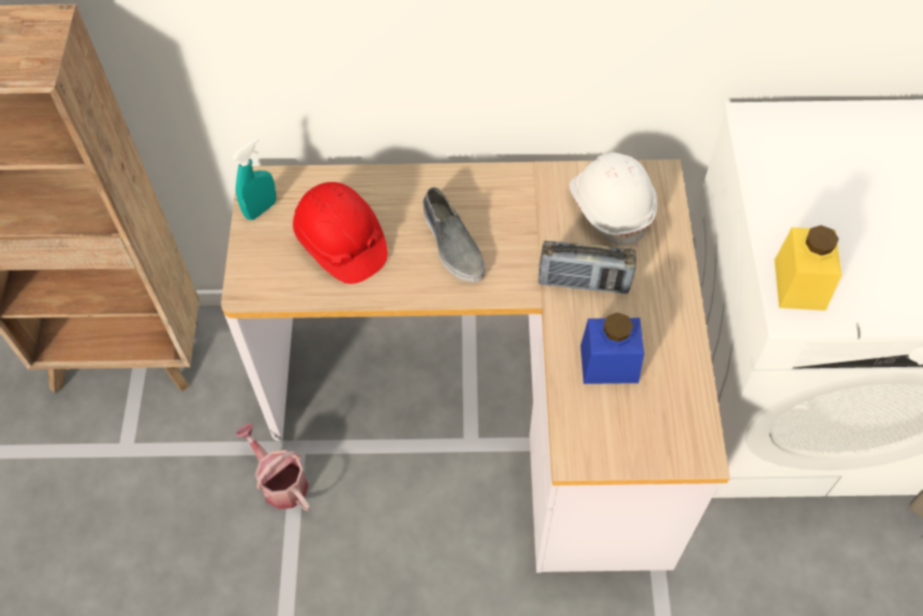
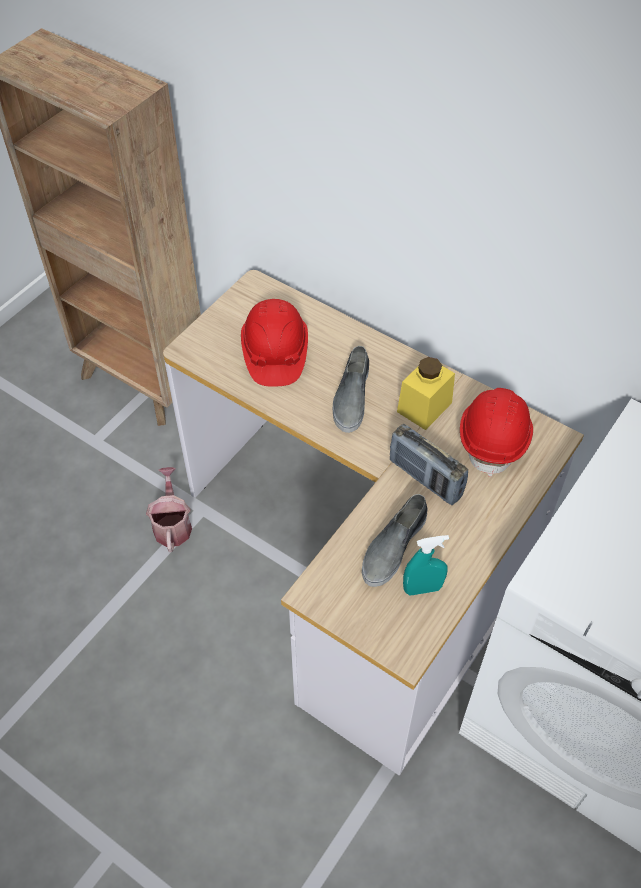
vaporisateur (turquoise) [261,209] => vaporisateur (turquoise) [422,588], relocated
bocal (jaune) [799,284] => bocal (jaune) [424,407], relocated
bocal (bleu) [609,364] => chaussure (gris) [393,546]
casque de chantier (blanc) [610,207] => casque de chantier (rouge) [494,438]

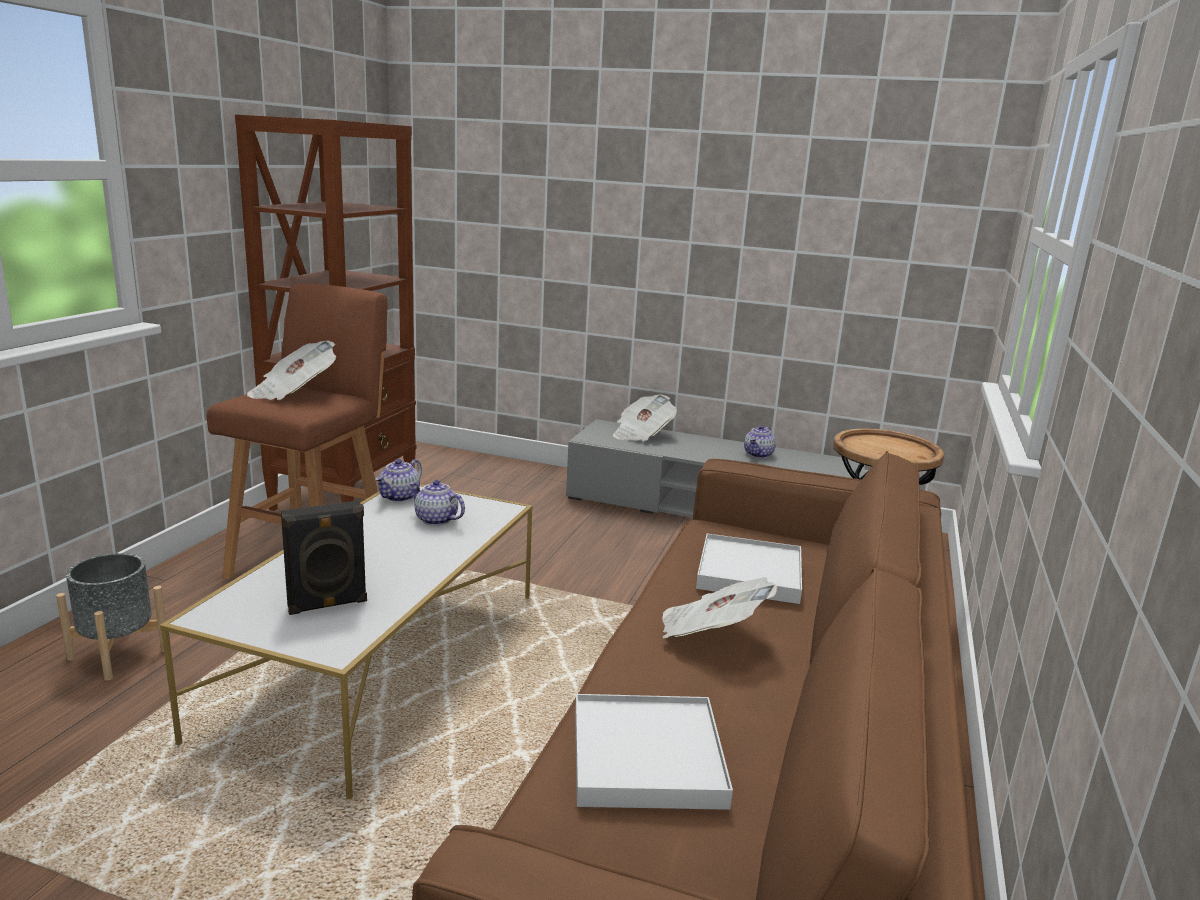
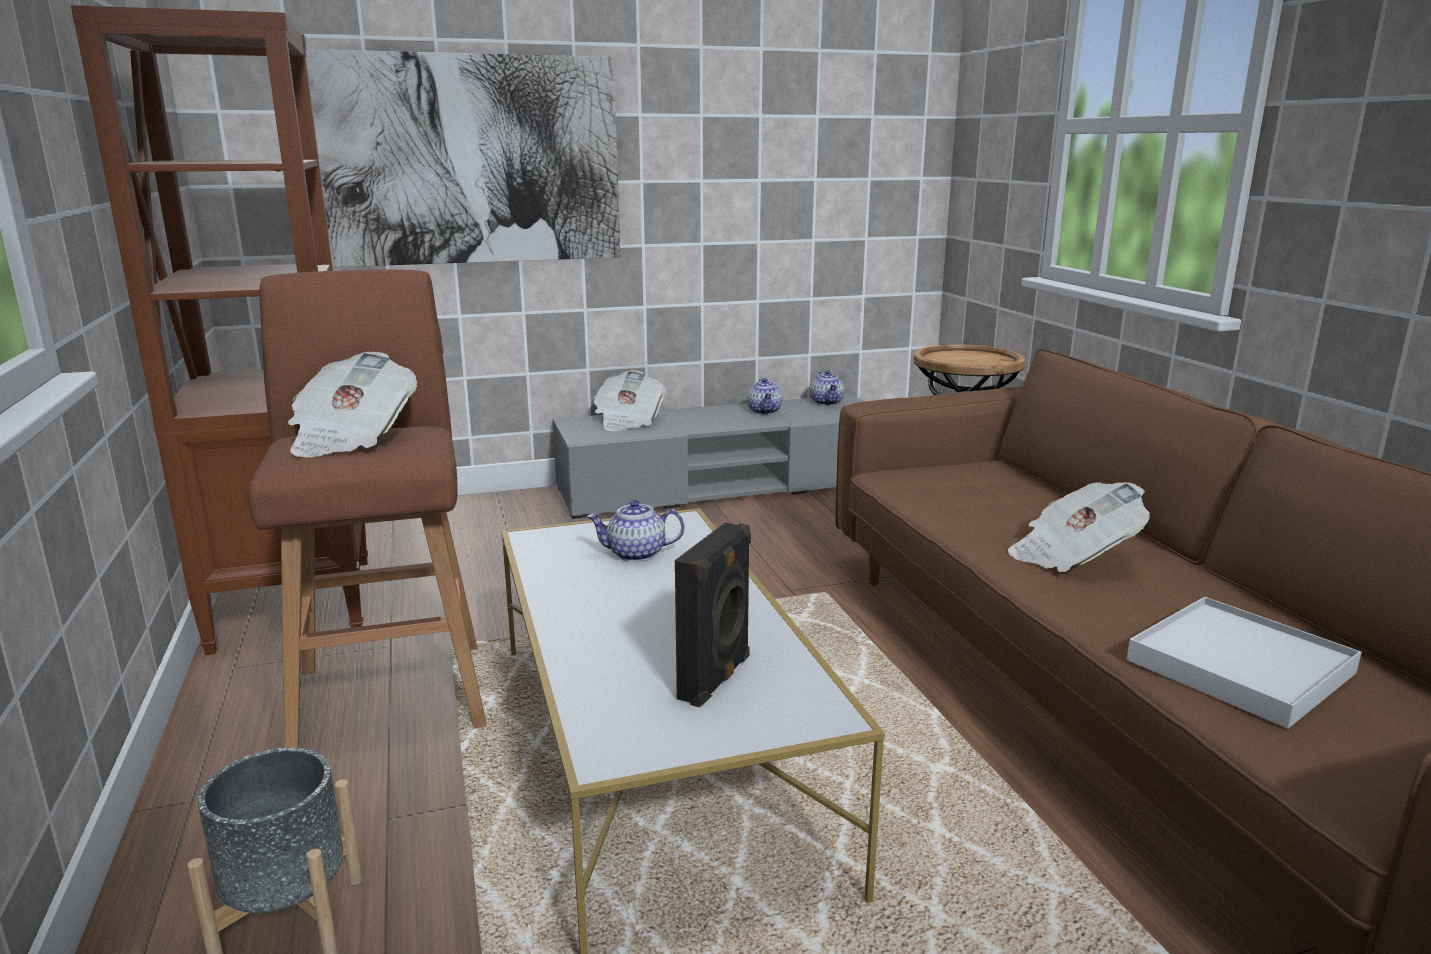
plateau (blanc) [749,573] => nothing
nothing => tableau [469,161]
théière [399,497] => théière [827,402], relocated

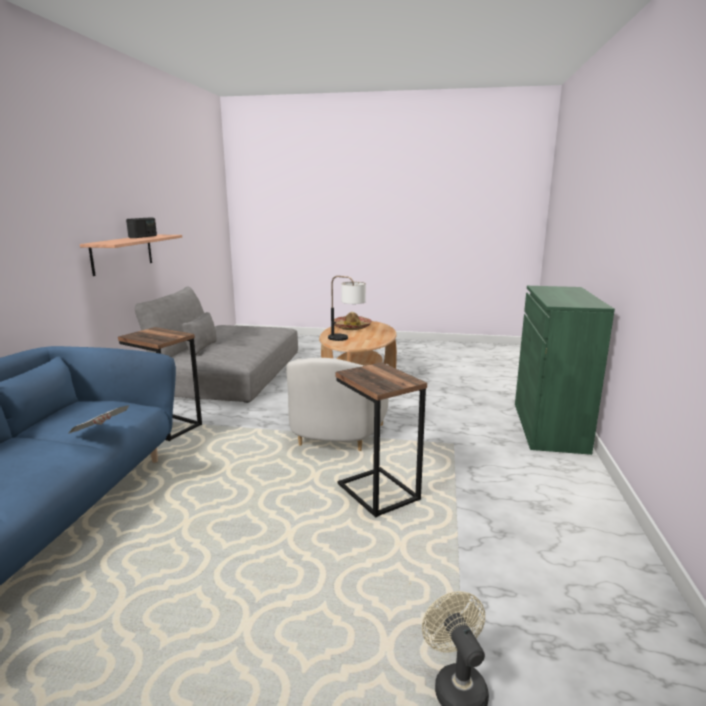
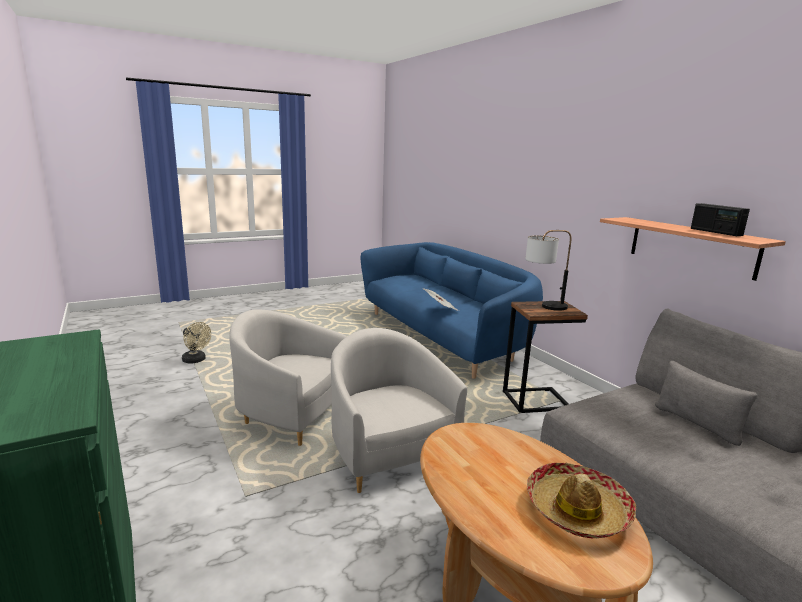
lampe de table [346,339] => lampe de table [543,307], relocated
table d'appoint [377,492] => fauteuil (blanc) [290,414]

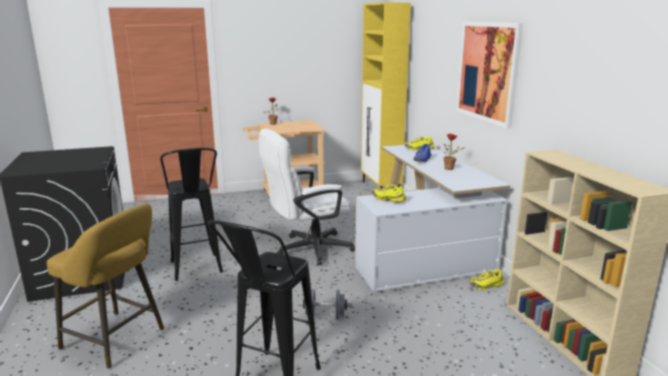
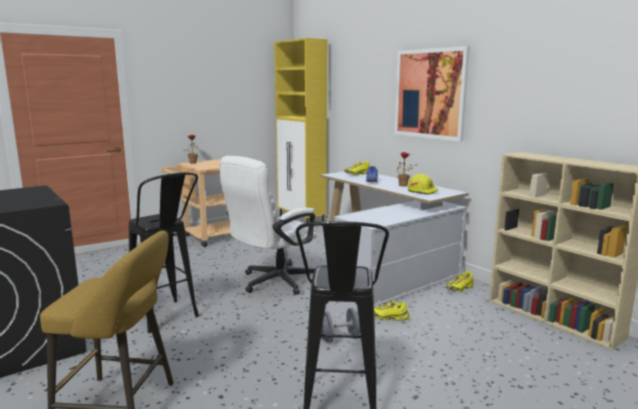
nothing => casque de chantier (jaune) [422,191]
chaussure (jaune) [388,199] => chaussure (jaune) [389,317], relocated

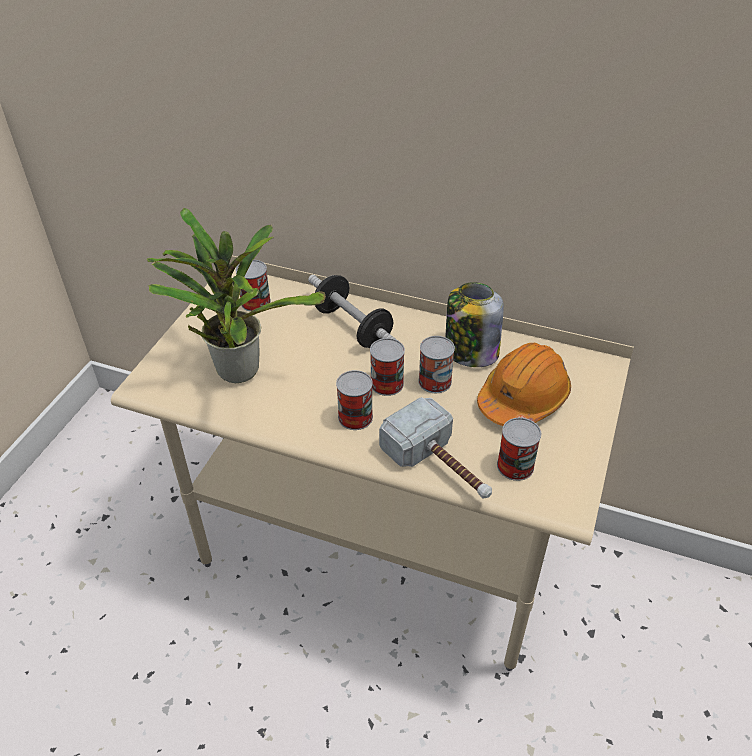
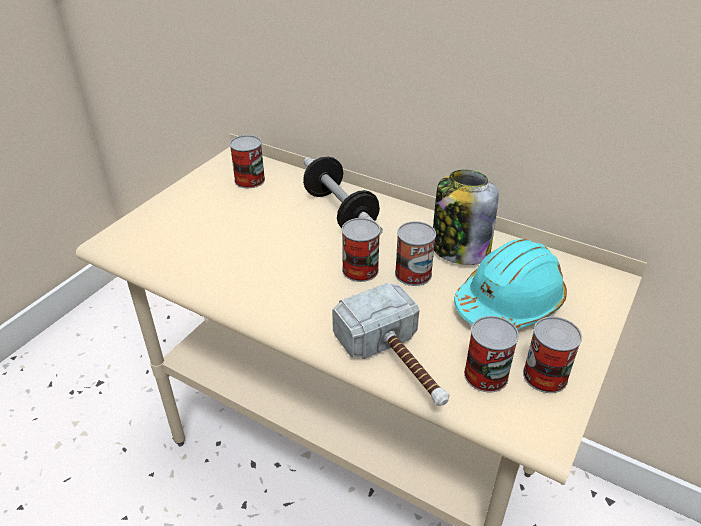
plante en pot [237,367] => nothing
boîte métallique [355,417] => boîte métallique [545,376], relocated
casque de chantier (orange) [523,398] => casque de chantier (turquoise) [509,303]

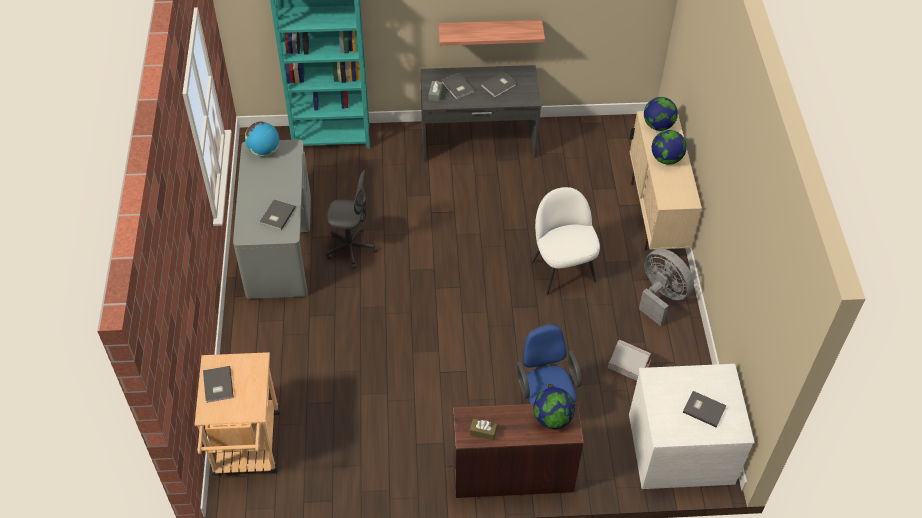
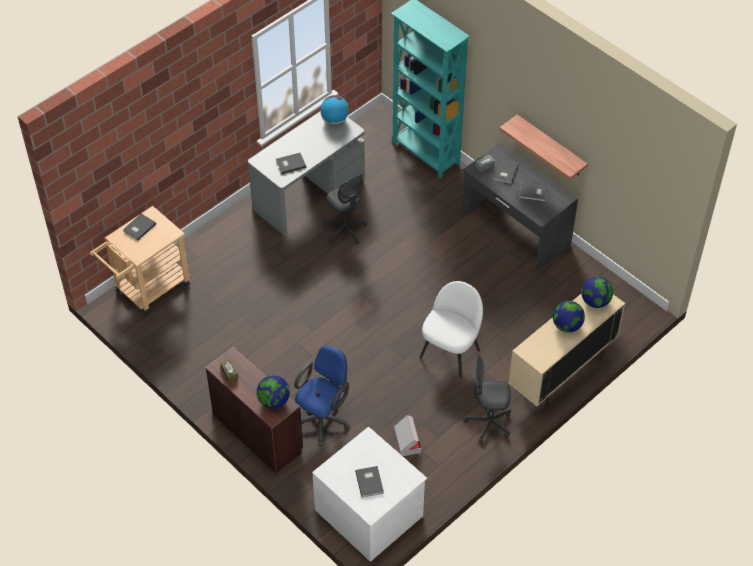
ventilateur (gris) [661,297] => chaise de bureau (gris) [488,423]

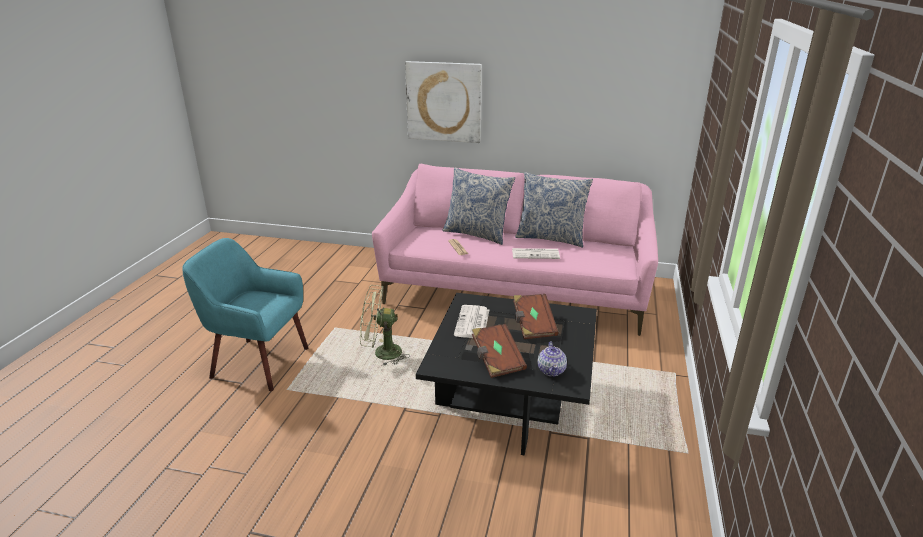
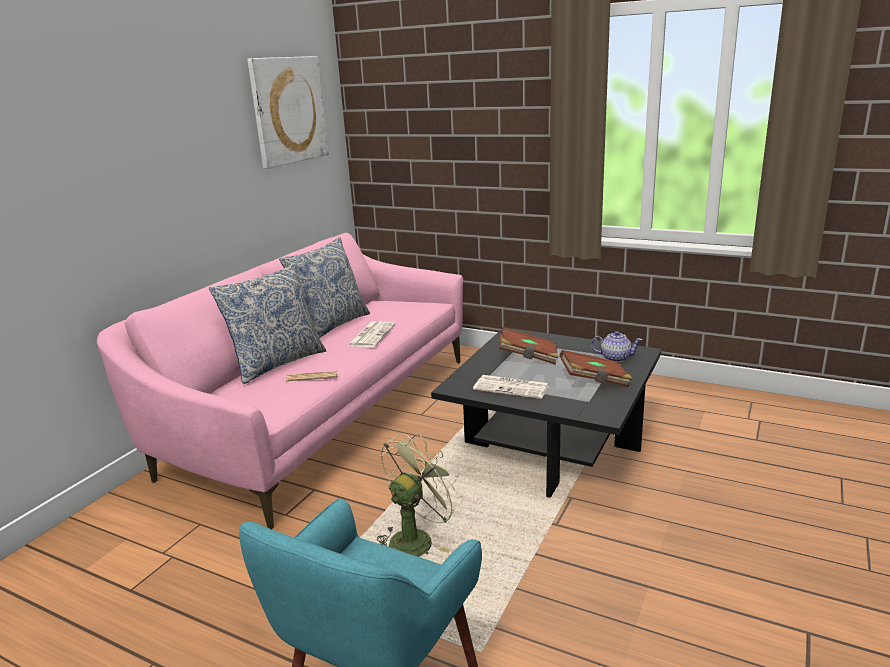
tableau [444,102] => tableau [288,110], relocated
ventilateur (vert) [381,353] => ventilateur (vert) [416,538], 150 degrees counterclockwise

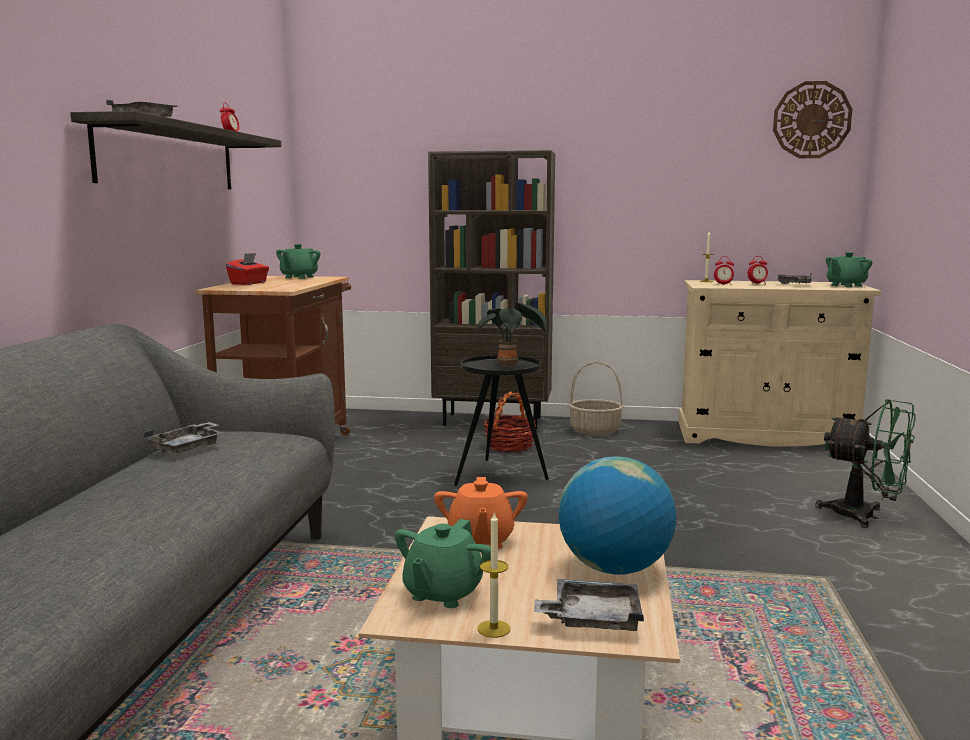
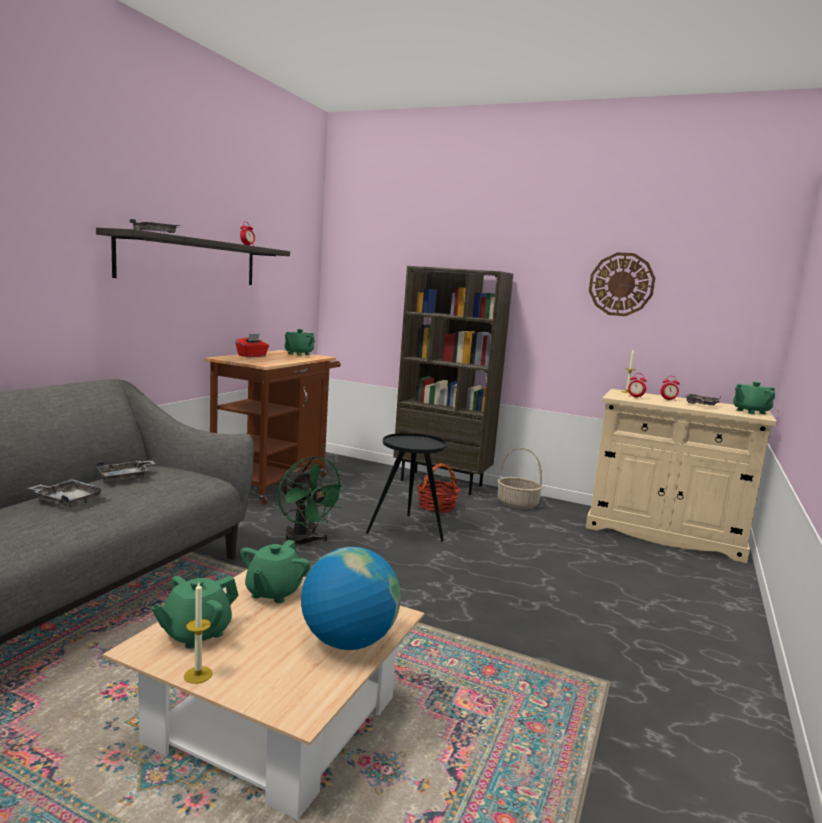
plante en pot [510,365] => nothing
plateau (gris) [592,618] => plateau (gris) [67,500], relocated
horloge murale [811,120] => horloge murale [621,284], relocated
ventilateur (vert) [865,516] => ventilateur (vert) [304,543], relocated
théière (orange) [480,540] => théière (vert) [273,592]

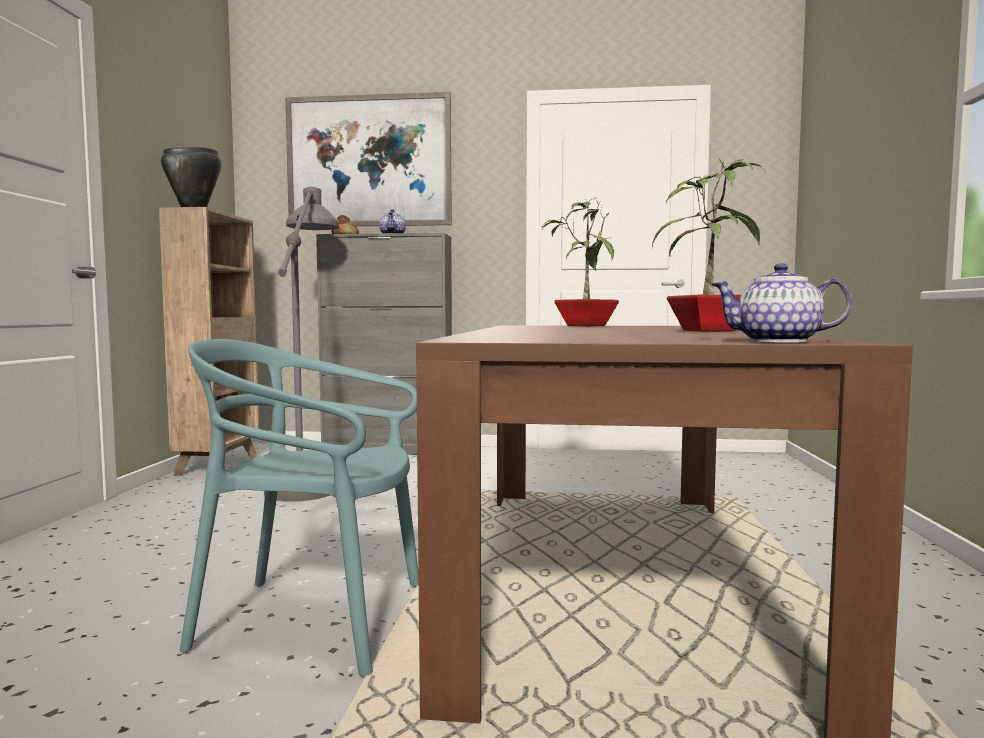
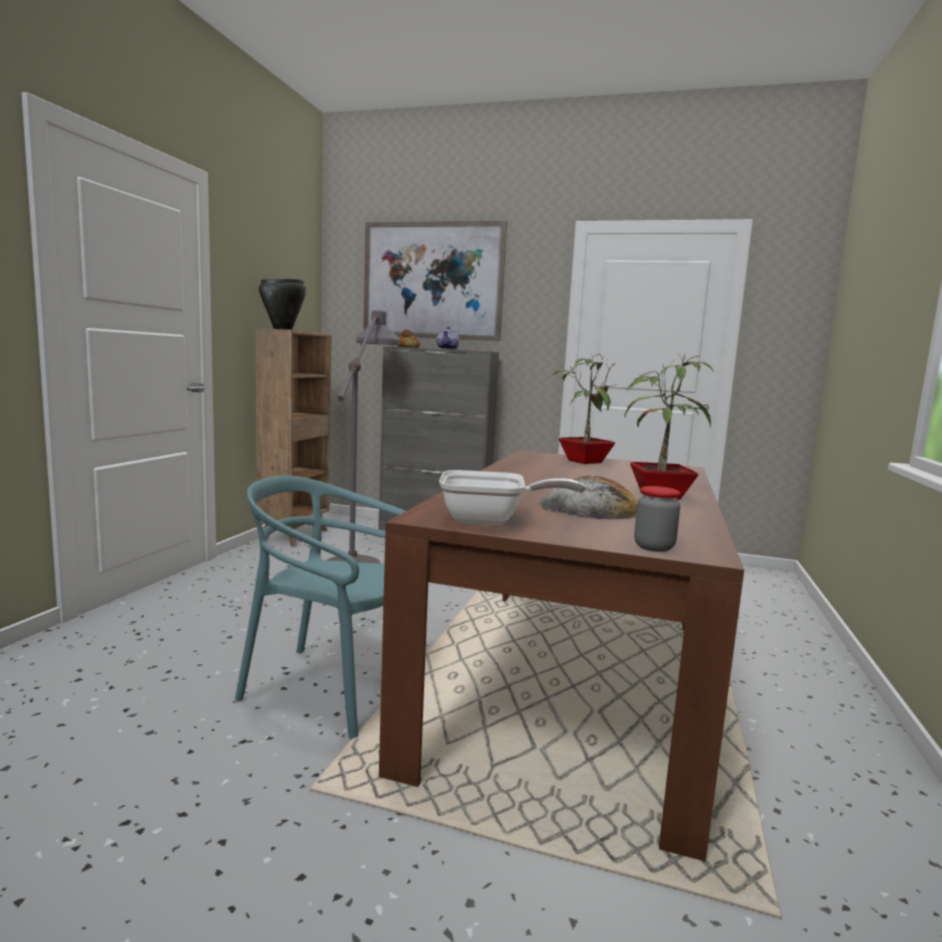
nothing => poêle [491,521]
nothing => pain [590,508]
théière [779,341] => bocal [654,547]

